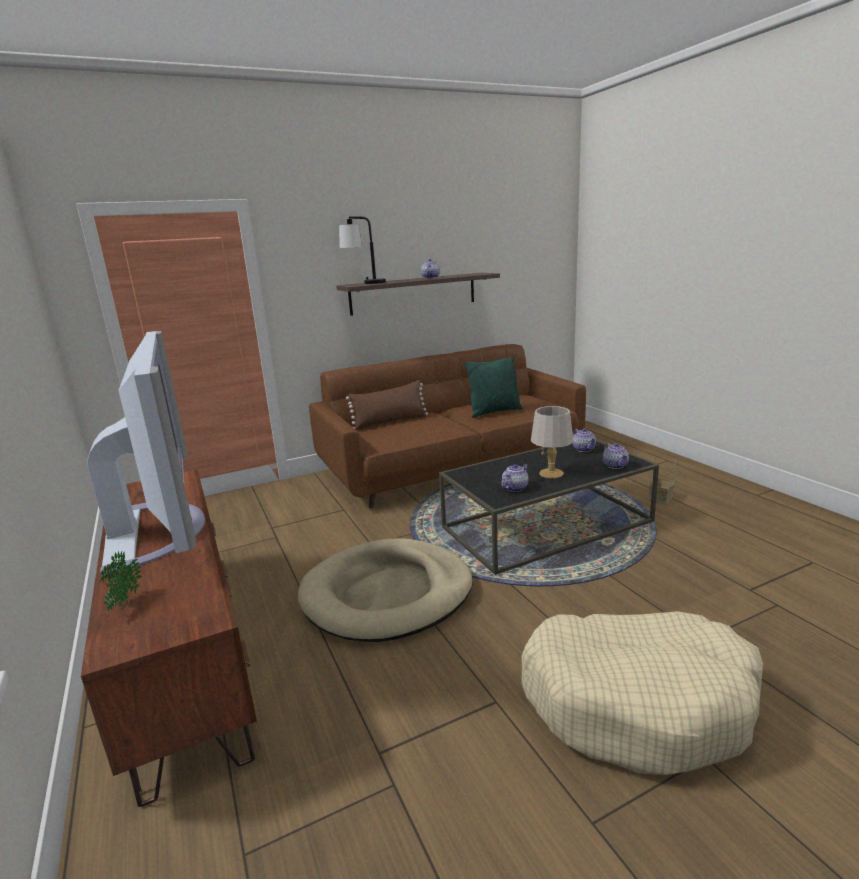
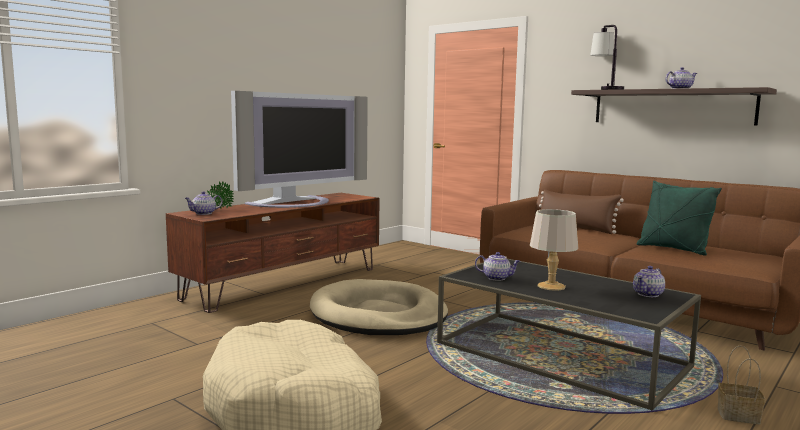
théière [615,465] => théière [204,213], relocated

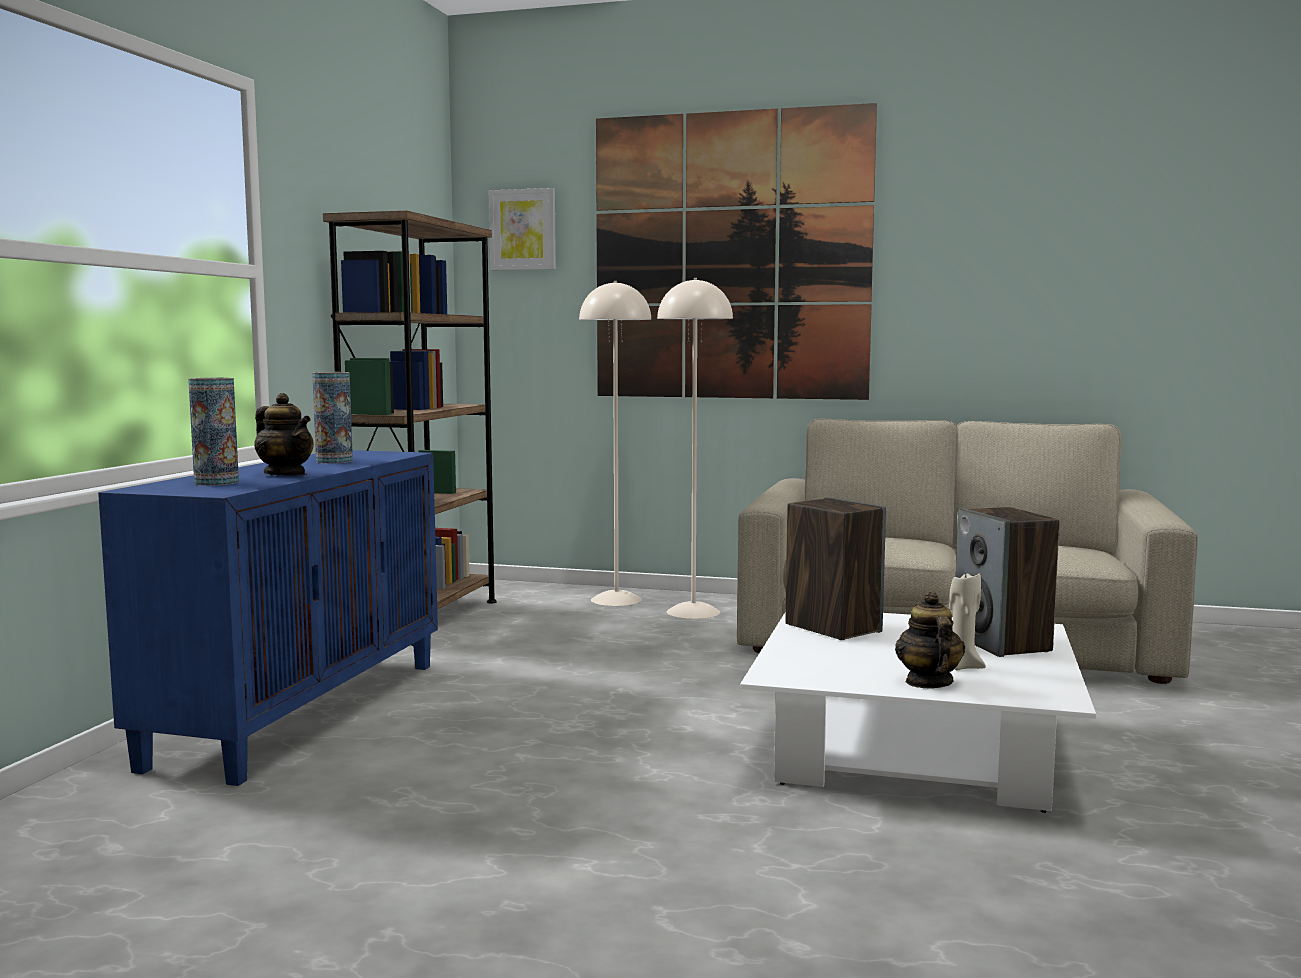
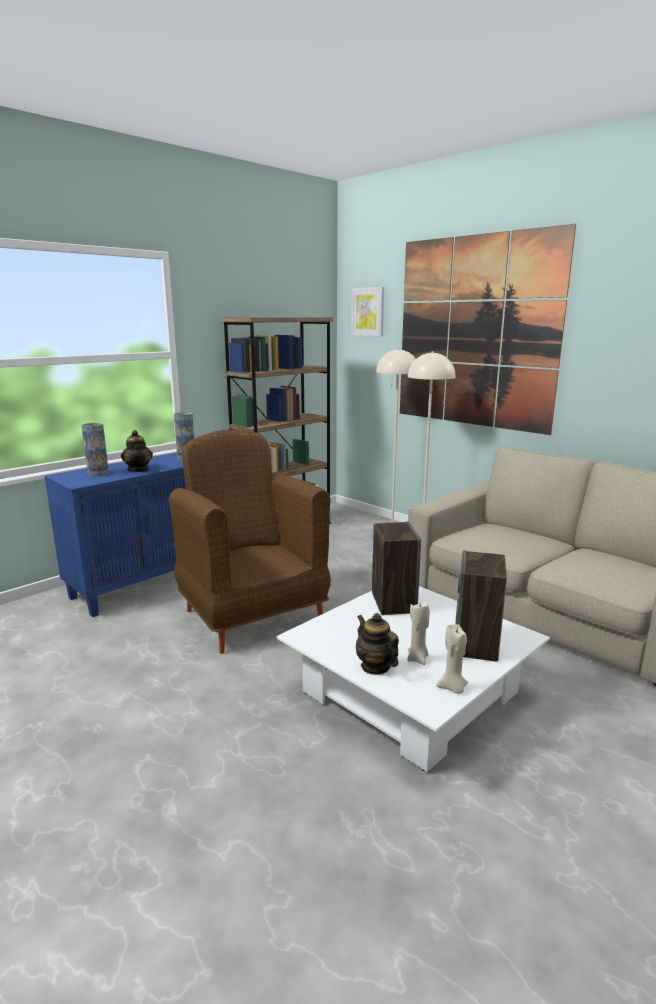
nothing => fauteuil (marron) [253,615]
nothing => bougie (beige) [452,688]
théière [928,682] => théière [375,666], 60 degrees counterclockwise

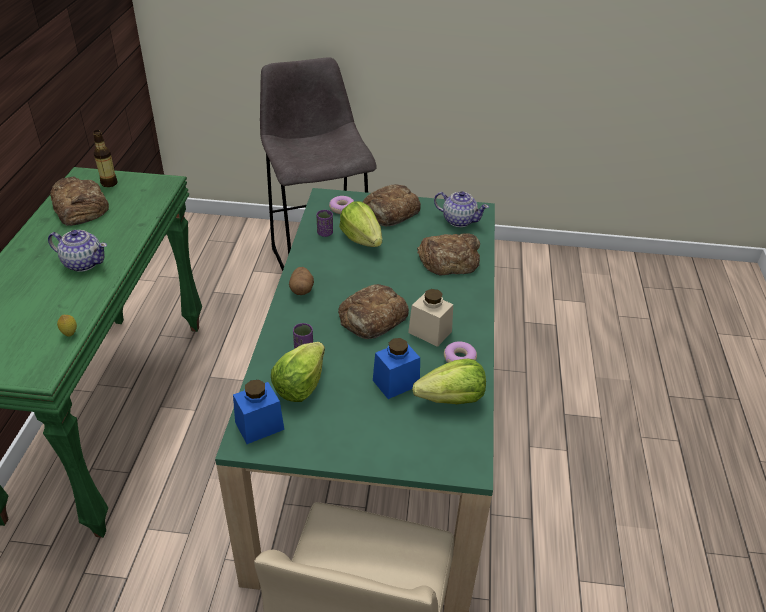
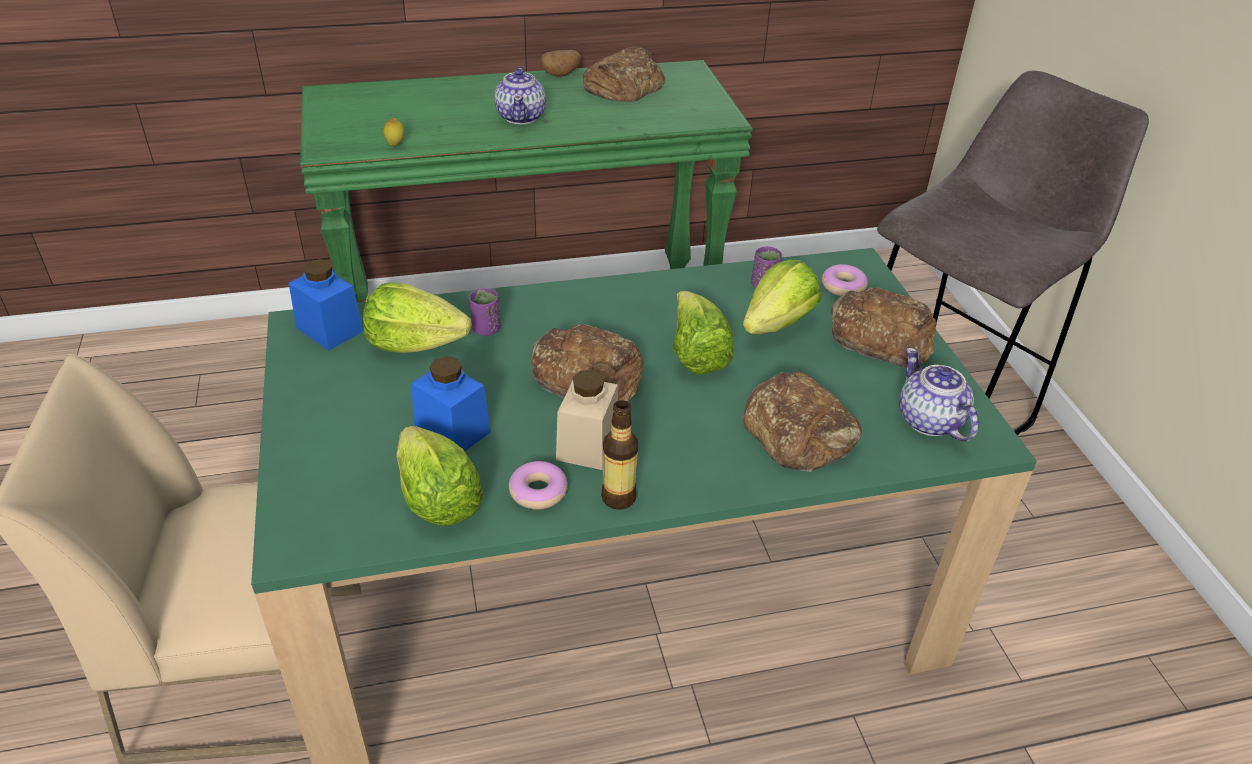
nothing => laitue [696,354]
bouteille [109,183] => bouteille [618,497], relocated
pomme de terre [301,289] => pomme de terre [561,74], relocated
théière [459,220] => théière [929,421], 150 degrees clockwise

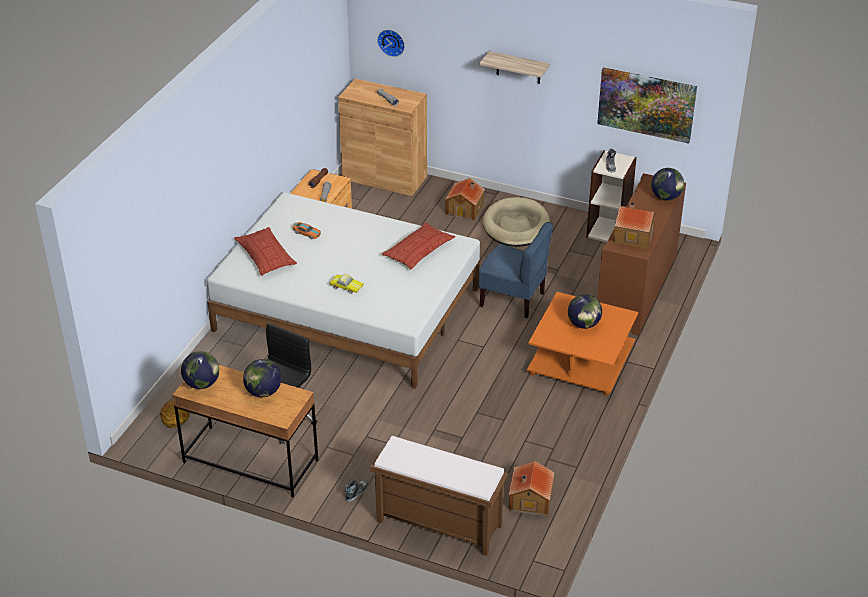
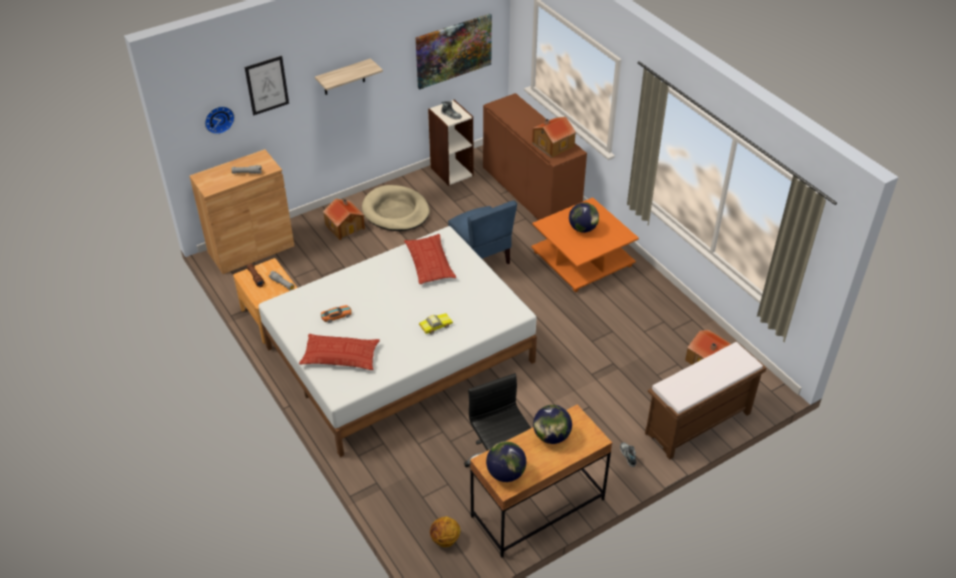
globe [665,197] => nothing
nothing => tableau [267,85]
chaise (bleu) [513,299] => chaise (bleu) [481,257], 90 degrees clockwise

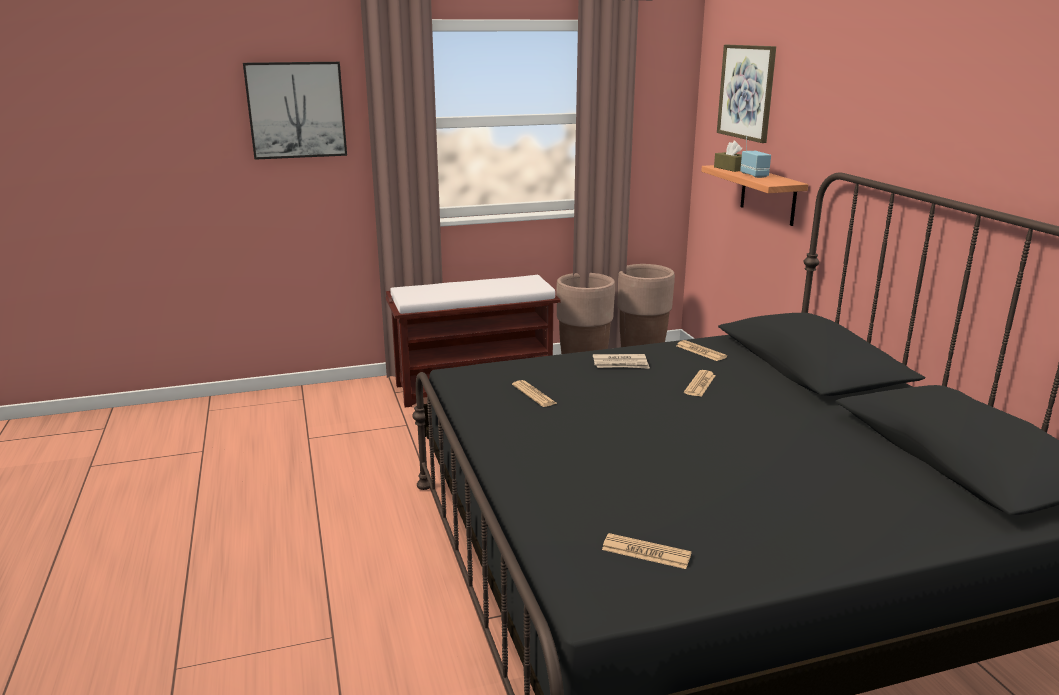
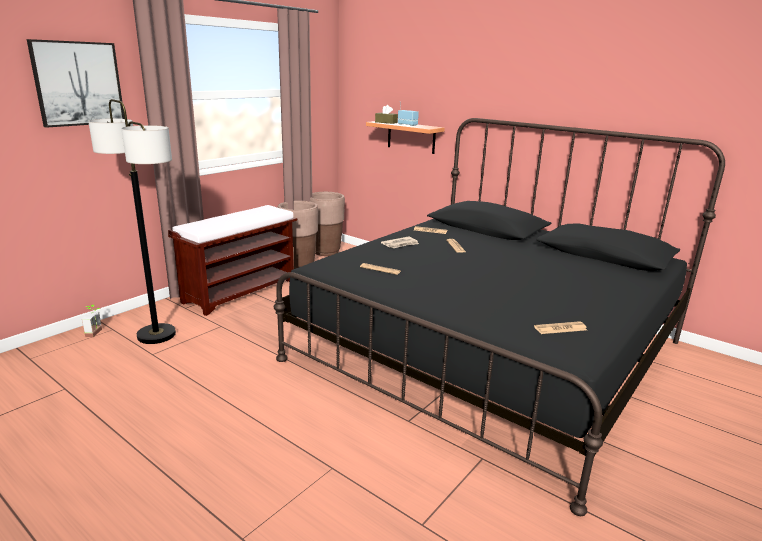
tableau [746,92] => nothing
nothing => plante en pot [97,333]
nothing => lampadaire [156,335]

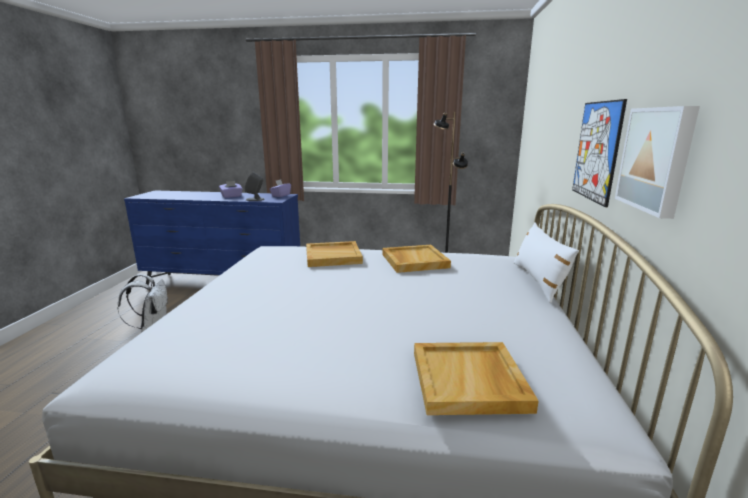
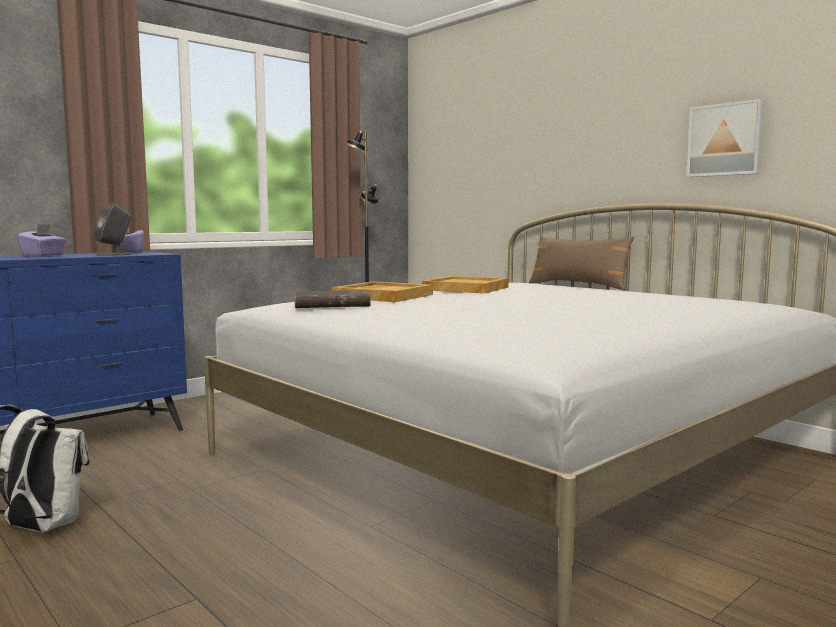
plateau (beige) [469,381] => nothing
tableau [597,151] => nothing
nothing => livre (marron) [330,304]
coussin (blanc) [538,281] => coussin (marron) [578,286]

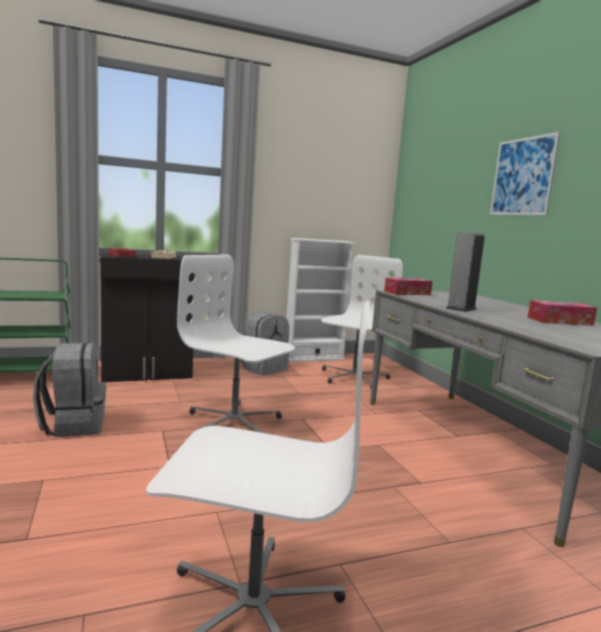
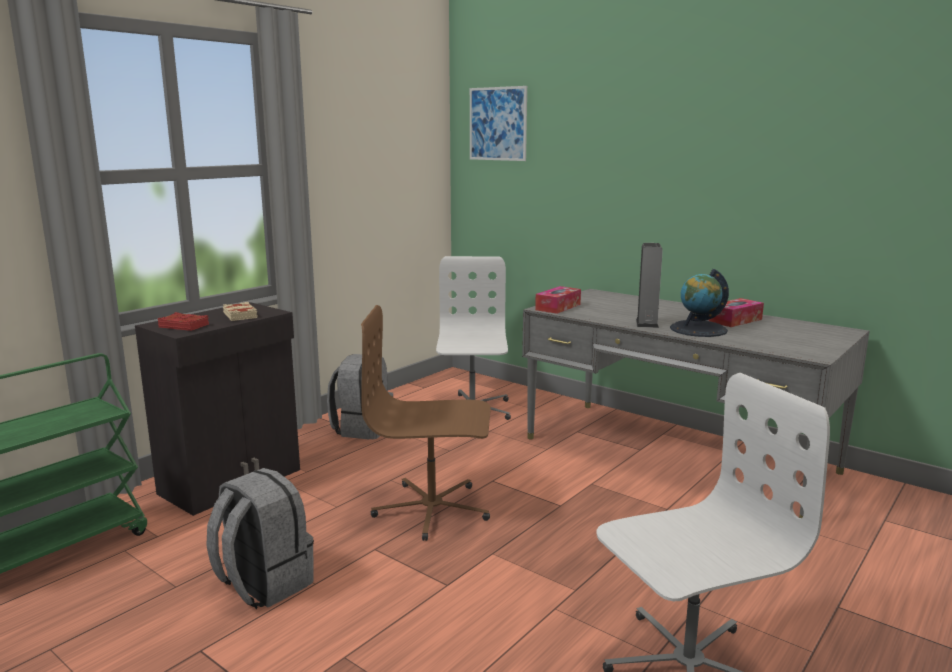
bibliothèque (blanc) [313,358] => nothing
nothing => globe [698,329]
tableau [523,176] => tableau [497,124], relocated
chaise de bureau (blanc) [234,422] => chaise de bureau (marron) [432,509]

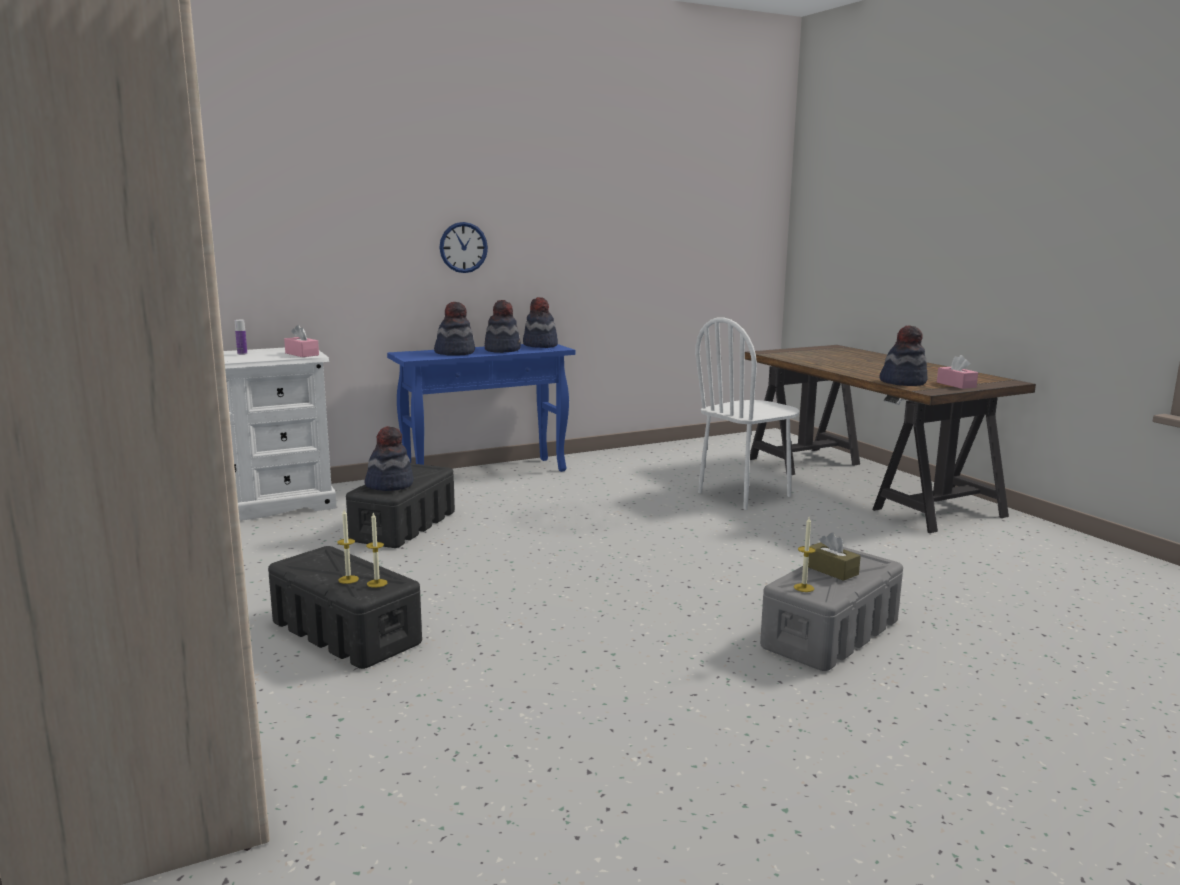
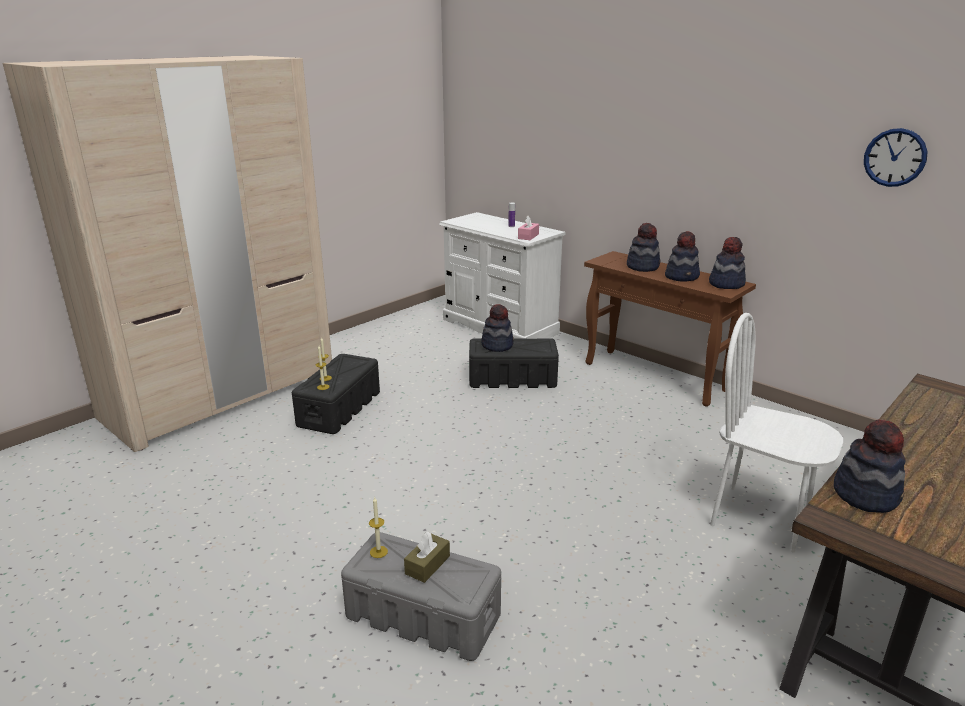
boîte à mouchoirs (rose) [956,385] => nothing
horloge murale [463,247] => horloge murale [895,157], relocated
table console (bleu) [486,473] => table console (marron) [656,377]

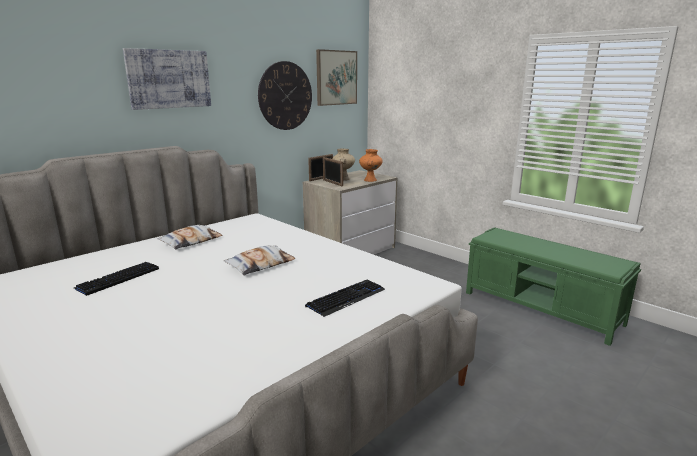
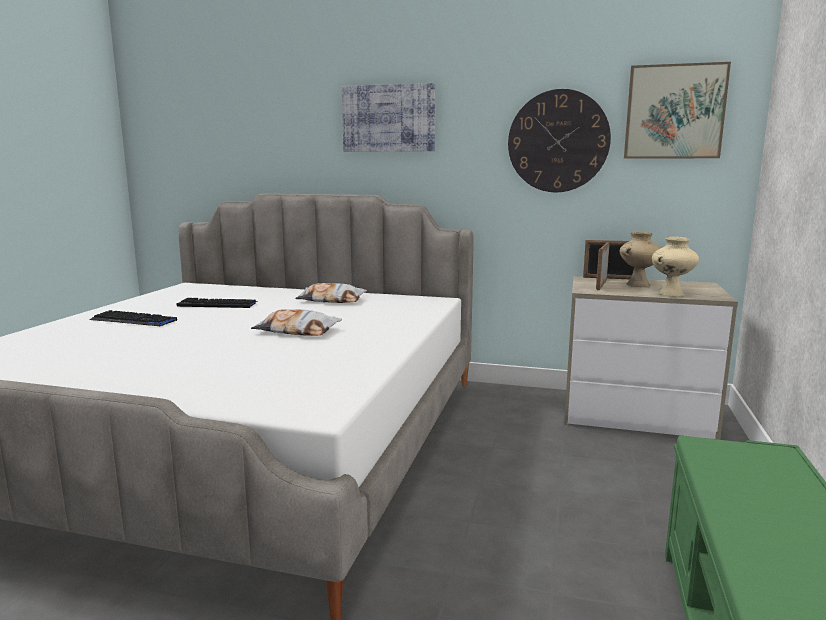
clavier [346,298] => clavier [134,320], relocated
vase (orange) [370,180] => vase (beige) [671,294]

